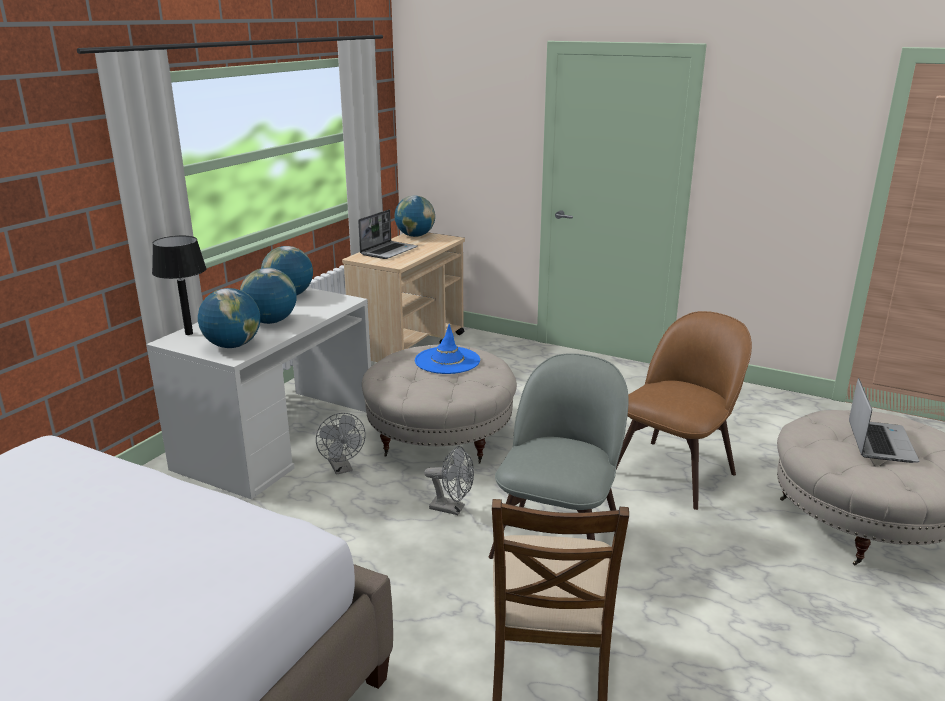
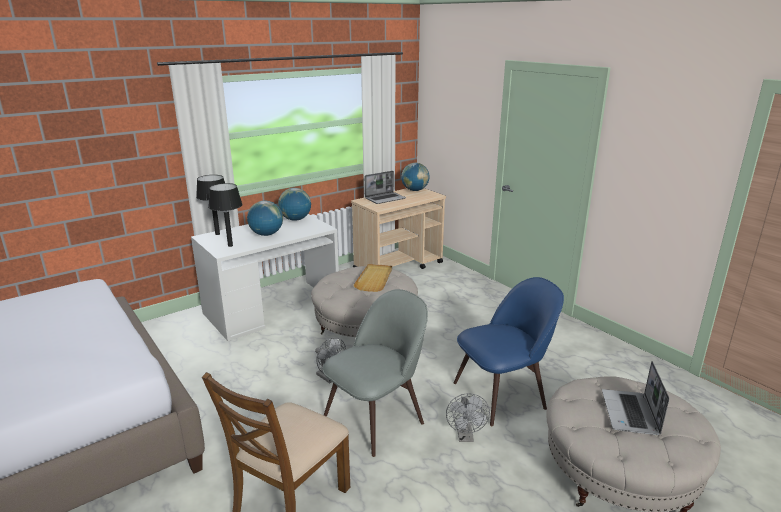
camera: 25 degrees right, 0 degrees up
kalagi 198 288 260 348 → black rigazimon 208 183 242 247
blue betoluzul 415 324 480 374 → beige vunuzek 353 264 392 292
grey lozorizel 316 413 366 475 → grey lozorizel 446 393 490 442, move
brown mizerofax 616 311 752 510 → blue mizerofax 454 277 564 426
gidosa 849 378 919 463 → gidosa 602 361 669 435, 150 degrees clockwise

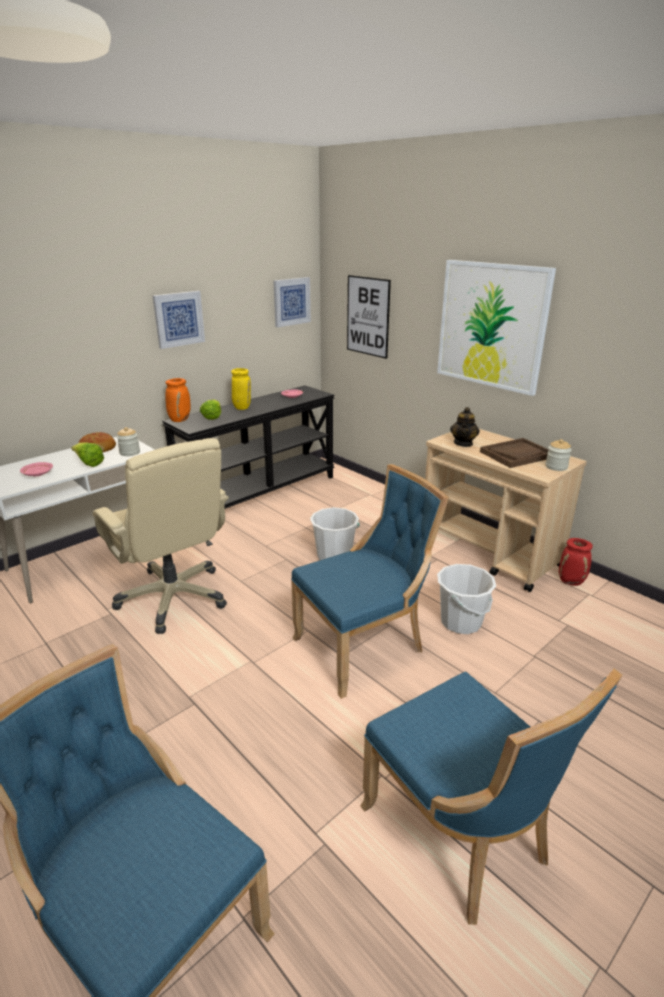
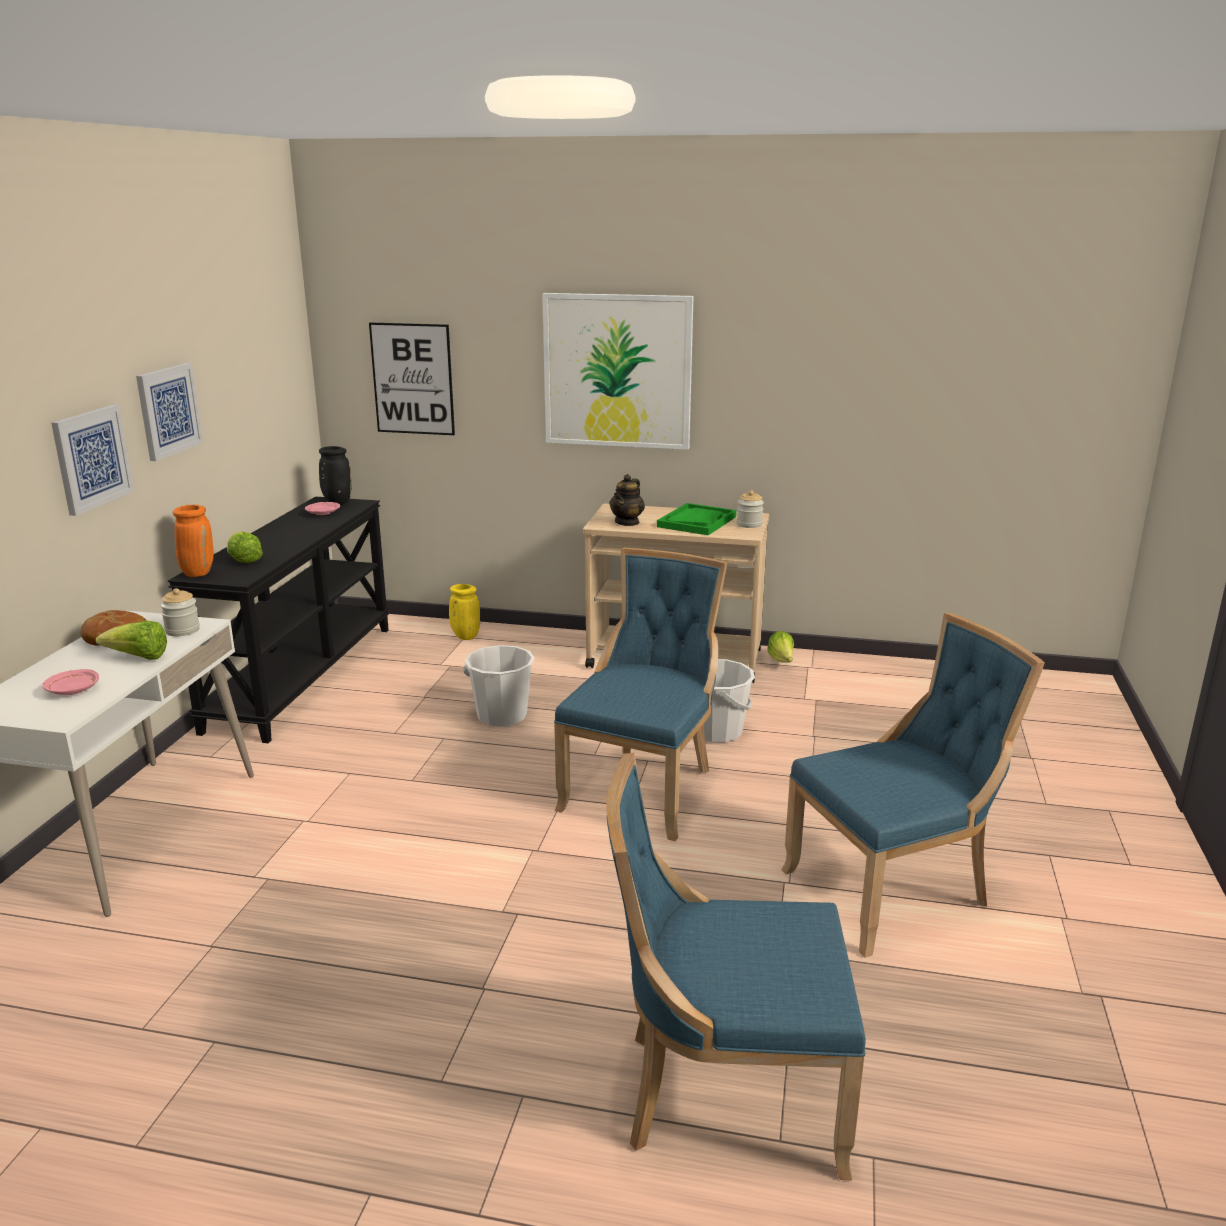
camera: 35 degrees left, 5 degrees down
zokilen 273 277 311 327 → zokilen 51 405 134 516, move
- → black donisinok 319 446 351 505
yellow donisinok 231 368 251 410 → yellow donisinok 449 584 480 640, move
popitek 450 407 480 447 → popitek 609 474 645 526, 45 degrees clockwise
brown vunuzek 480 438 549 468 → green vunuzek 657 503 737 535
red donisinok 559 538 593 586 → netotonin 767 631 794 663
blue mizerofax 360 668 623 925 → blue mizerofax 781 613 1045 958, 45 degrees counterclockwise
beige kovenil 93 438 229 634 → -

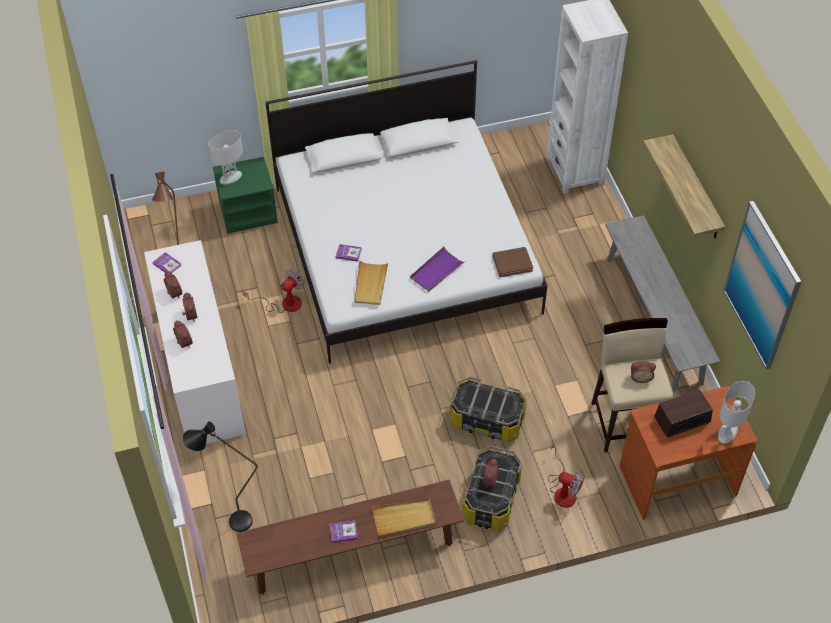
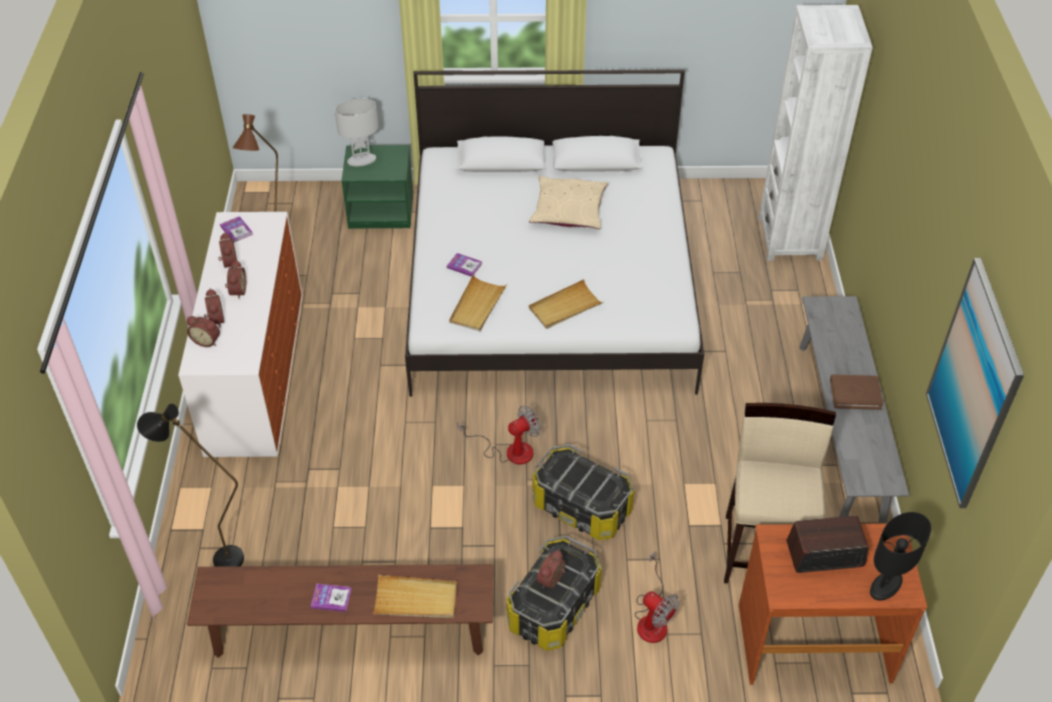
camera: 15 degrees right, 5 degrees down
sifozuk 631 361 656 383 → sifozuk 187 316 220 347, move
lozorizel 242 269 305 313 → lozorizel 457 406 541 465, move
- → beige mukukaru 529 176 608 229
purple vunuzek 410 247 464 292 → beige vunuzek 529 279 604 329
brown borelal 492 247 533 277 → brown borelal 830 374 883 410, move
white rigazimon 718 381 755 444 → black rigazimon 870 512 931 600
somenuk 643 134 725 238 → -

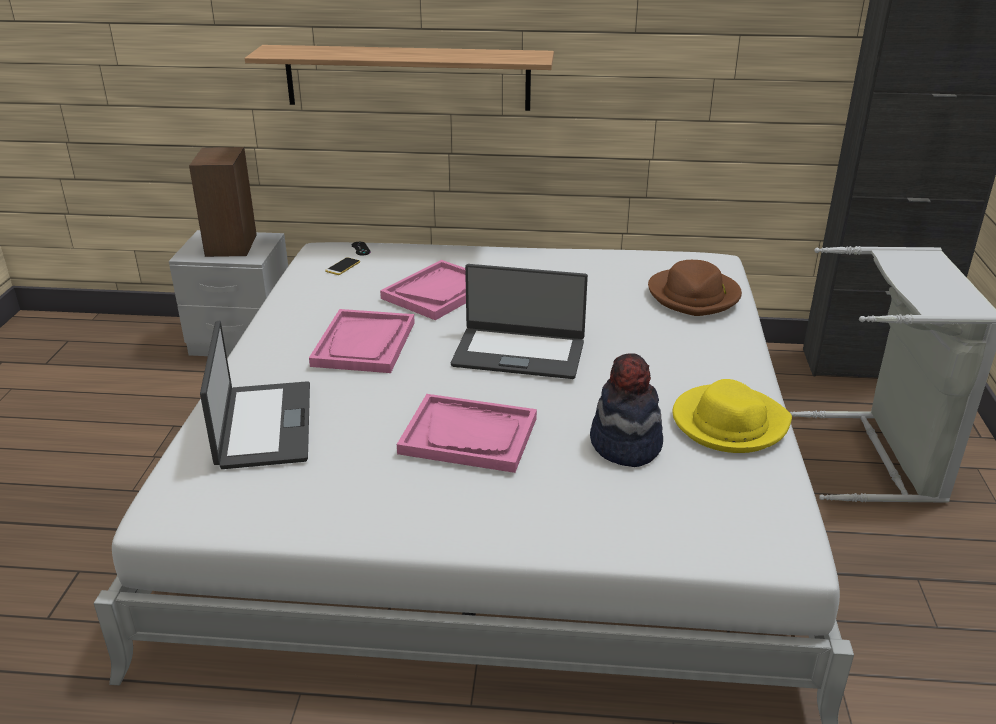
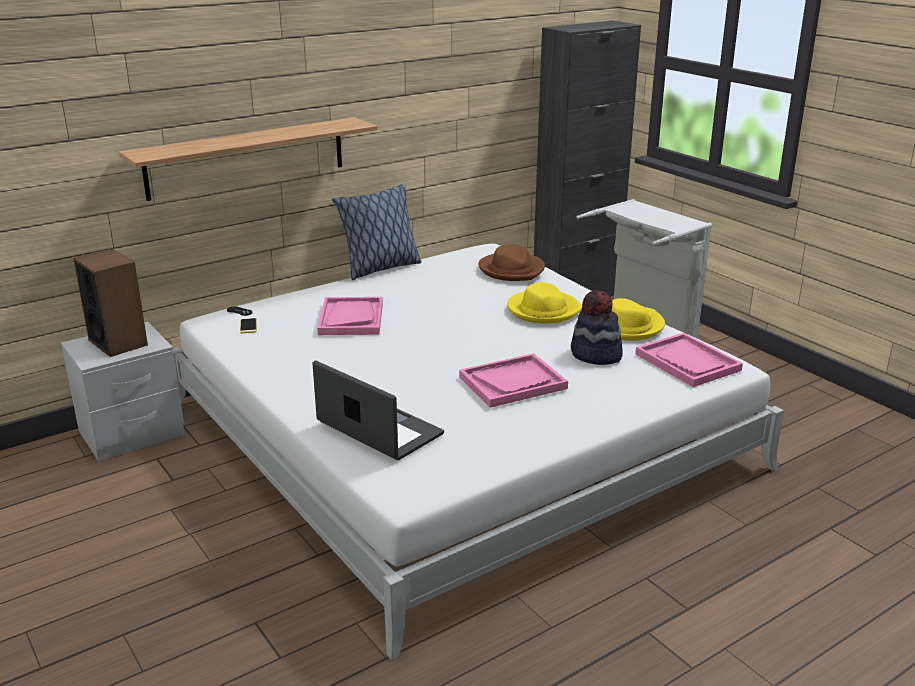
camera: 40 degrees left, 5 degrees down
- → mukukaru 332 184 422 280
- → yellow betoluzul 507 282 582 324
pink vunuzek 309 309 415 373 → pink vunuzek 635 333 743 387, move
gidosa 451 264 588 379 → -

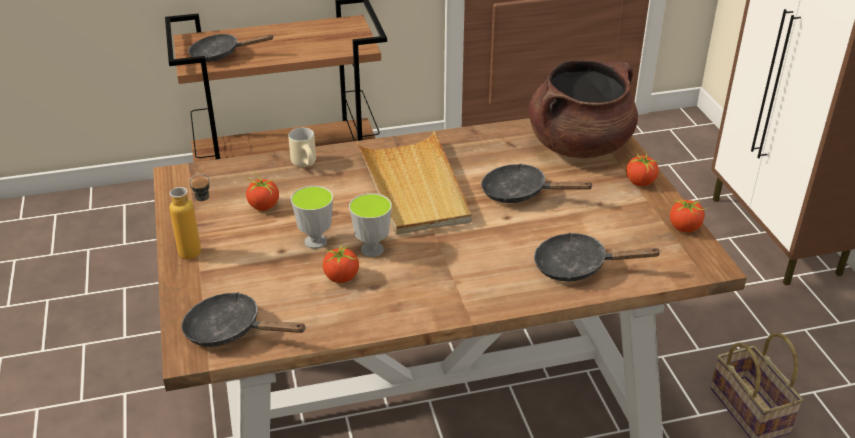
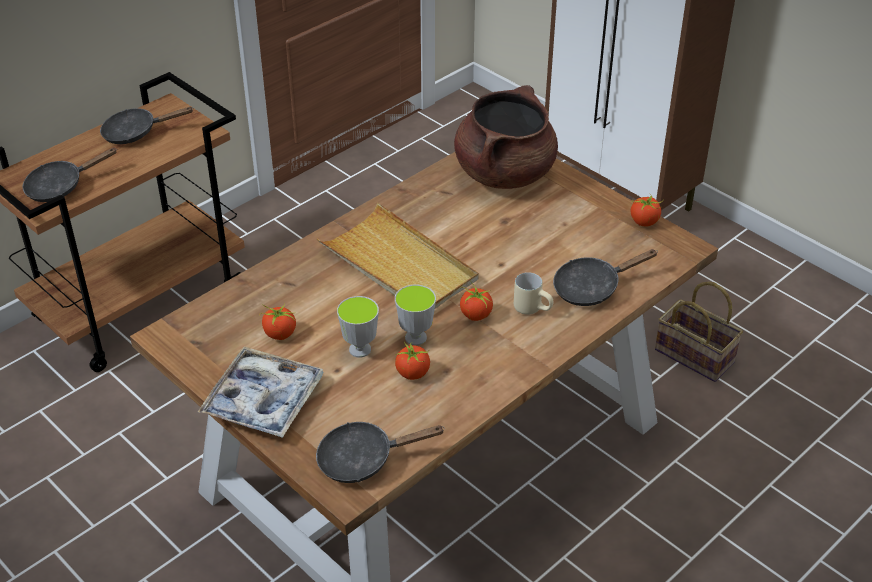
camera: 30 degrees left, 5 degrees up
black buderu 481 164 594 203 → black buderu 100 107 194 144, move
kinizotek 169 174 210 260 → vunuzek 198 347 324 438
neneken 626 150 659 186 → neneken 460 280 493 321, move
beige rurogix 288 128 316 167 → beige rurogix 514 272 553 315, move

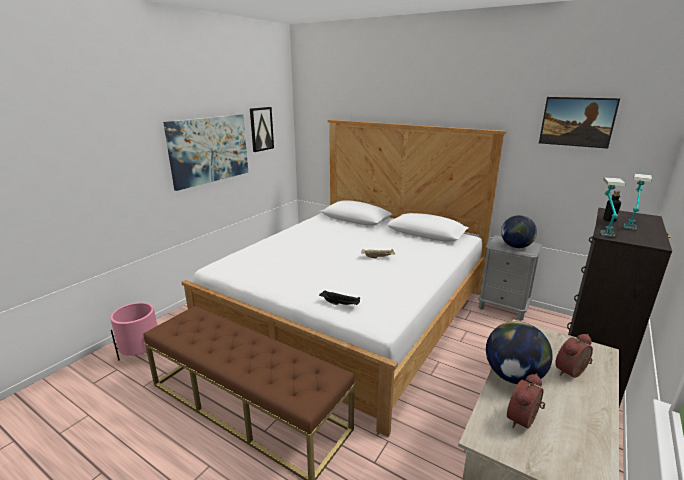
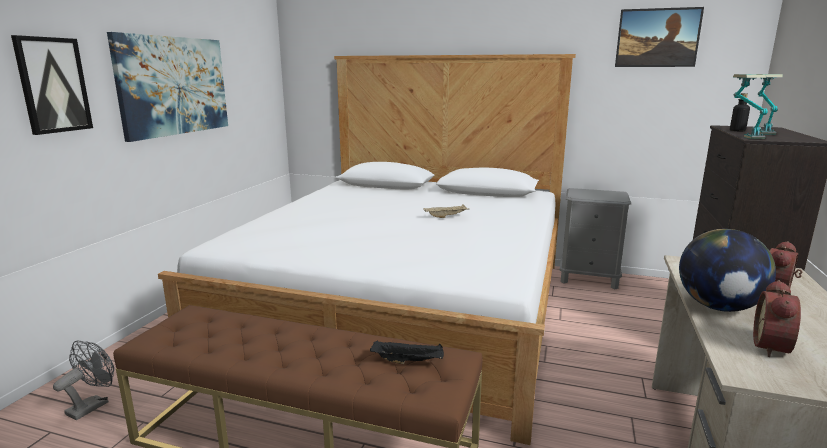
camera: 15 degrees left, 5 degrees down
zokilen 250 107 274 152 → zokilen 11 35 93 135, move
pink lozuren 110 302 157 360 → grey lozorizel 53 341 114 420
black vunuzek 319 290 360 305 → black vunuzek 370 340 444 364, move
kalagi 501 215 537 248 → -

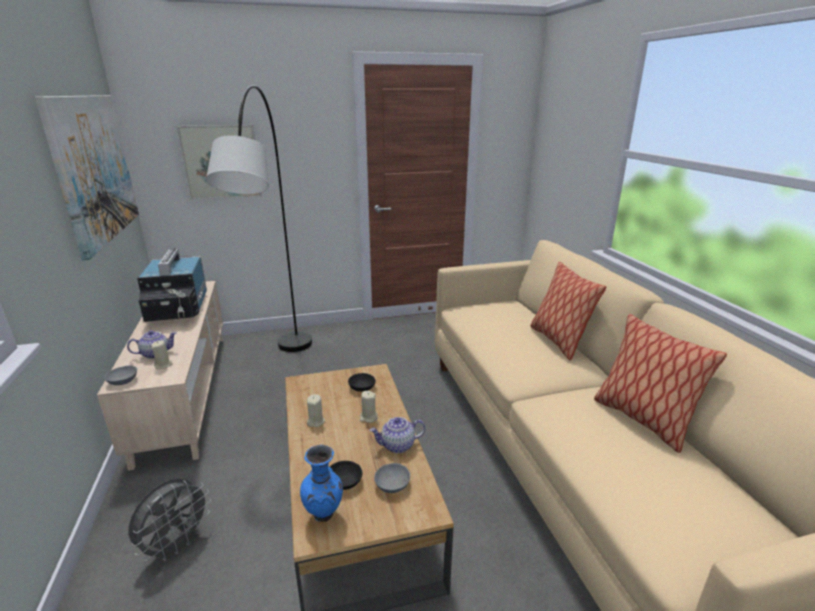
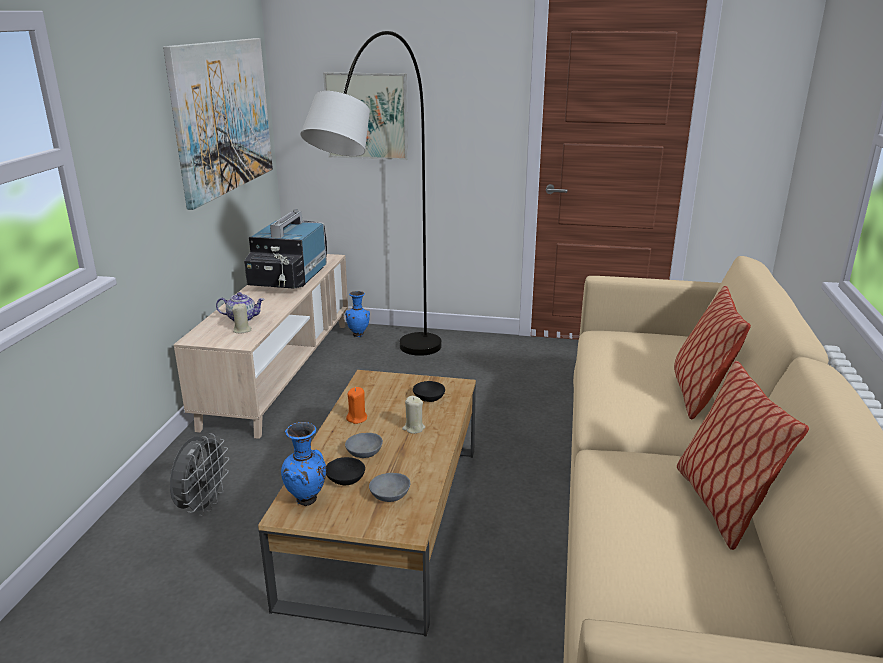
camera: 25 degrees right, 0 degrees up
grey lozorizel 128 478 211 562 → grey lozorizel 170 433 229 516, 45 degrees counterclockwise
- → blue donisinok 345 291 370 337
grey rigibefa 104 365 137 385 → grey rigibefa 345 433 383 458, move
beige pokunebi 307 394 325 427 → orange pokunebi 346 387 367 424
popitek 370 417 425 453 → -

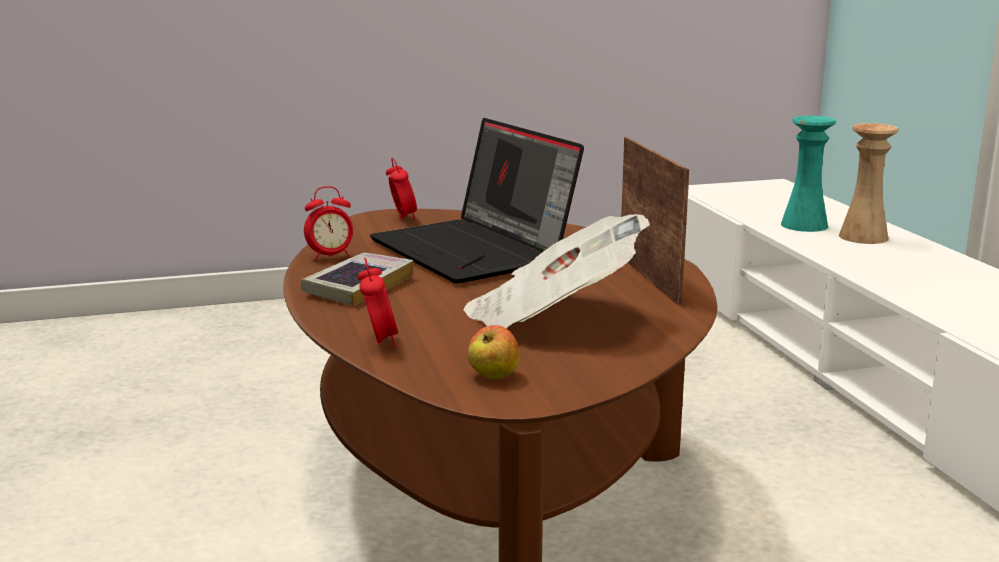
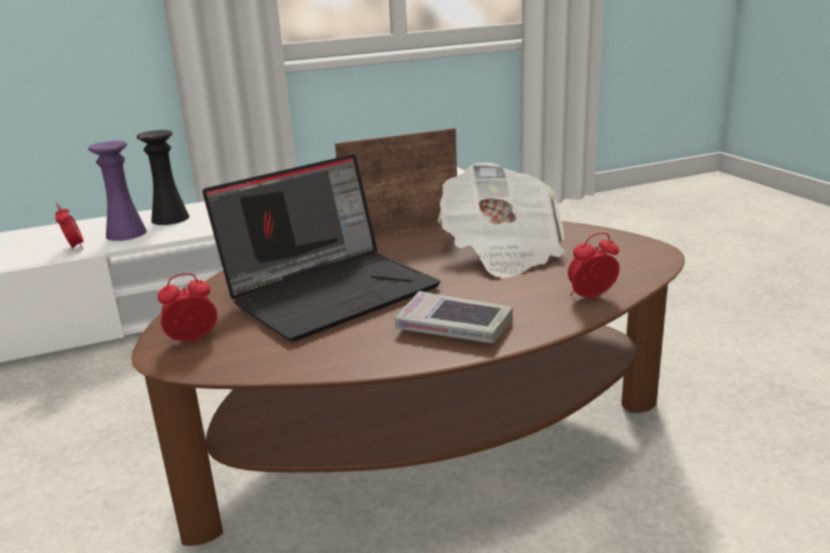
camera: 95 degrees left, 5 degrees up
sifozuk 304 186 353 260 → sifozuk 55 204 84 249, move
turquoise donisinok 781 116 836 232 → purple donisinok 88 141 147 241
beige donisinok 839 123 899 244 → black donisinok 137 130 189 225
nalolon 467 325 520 379 → -

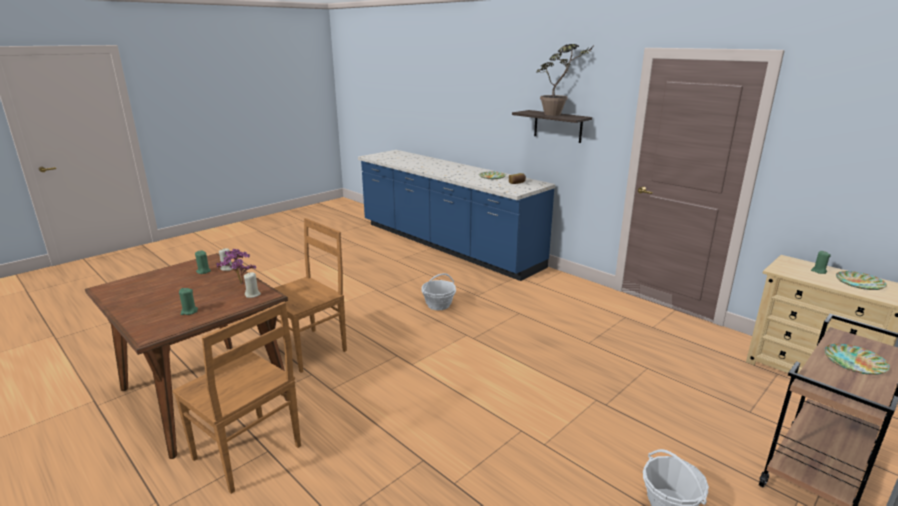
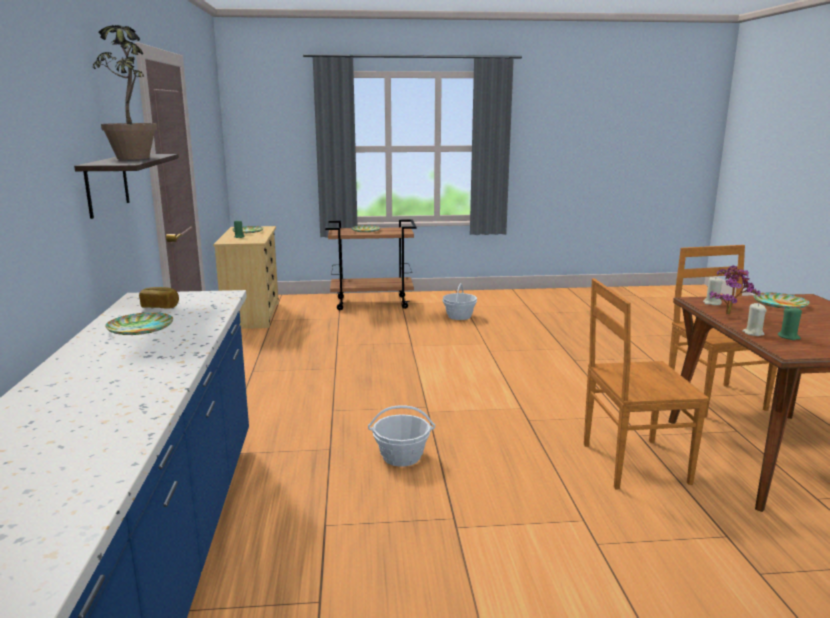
camera: 140 degrees left, 5 degrees down
green pokunebi 179 288 198 315 → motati 754 293 810 309

